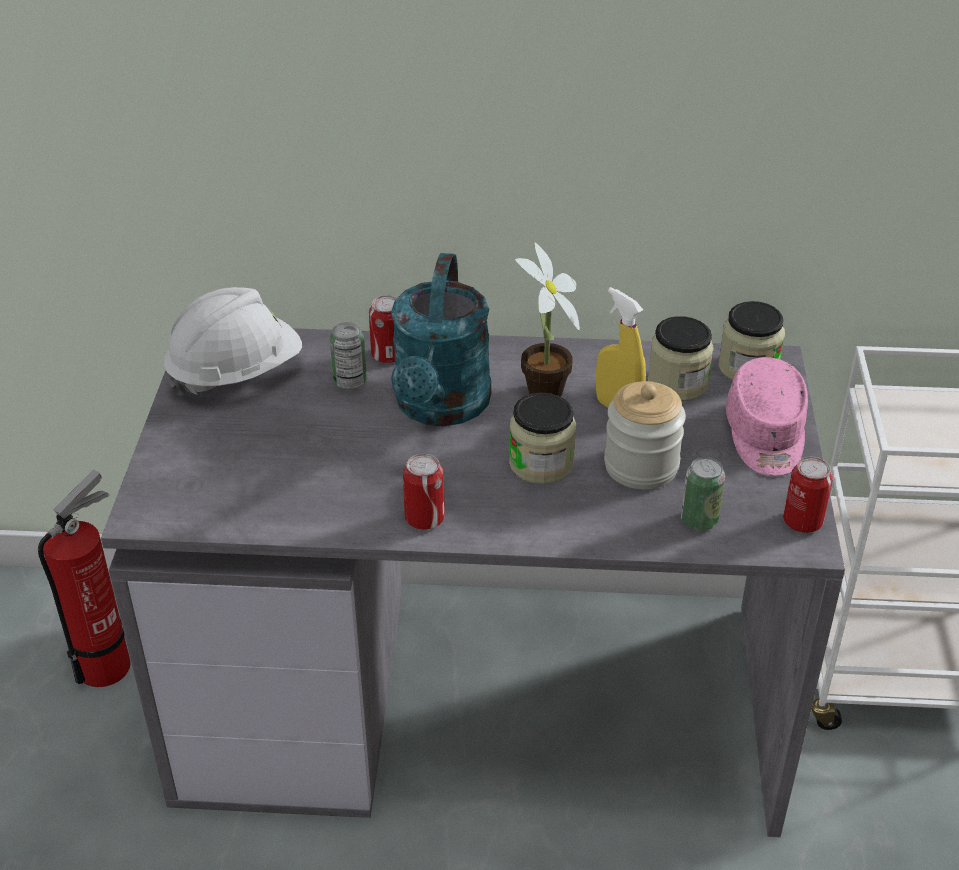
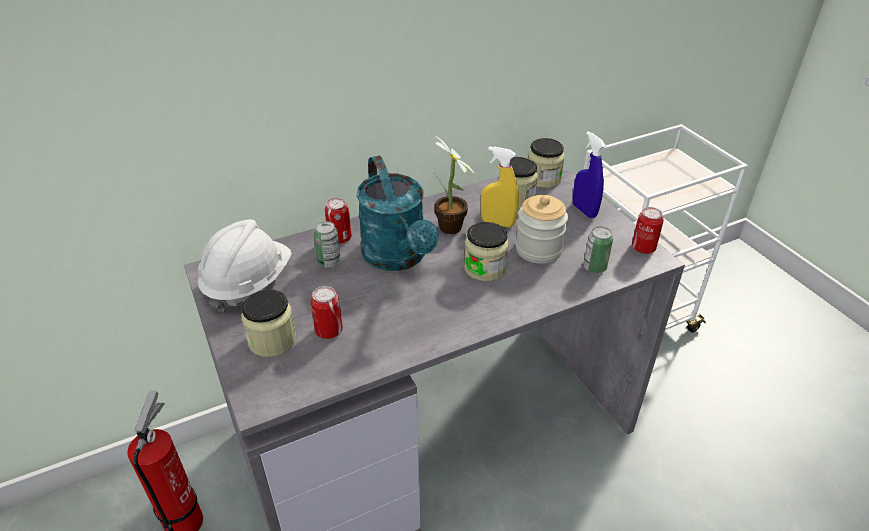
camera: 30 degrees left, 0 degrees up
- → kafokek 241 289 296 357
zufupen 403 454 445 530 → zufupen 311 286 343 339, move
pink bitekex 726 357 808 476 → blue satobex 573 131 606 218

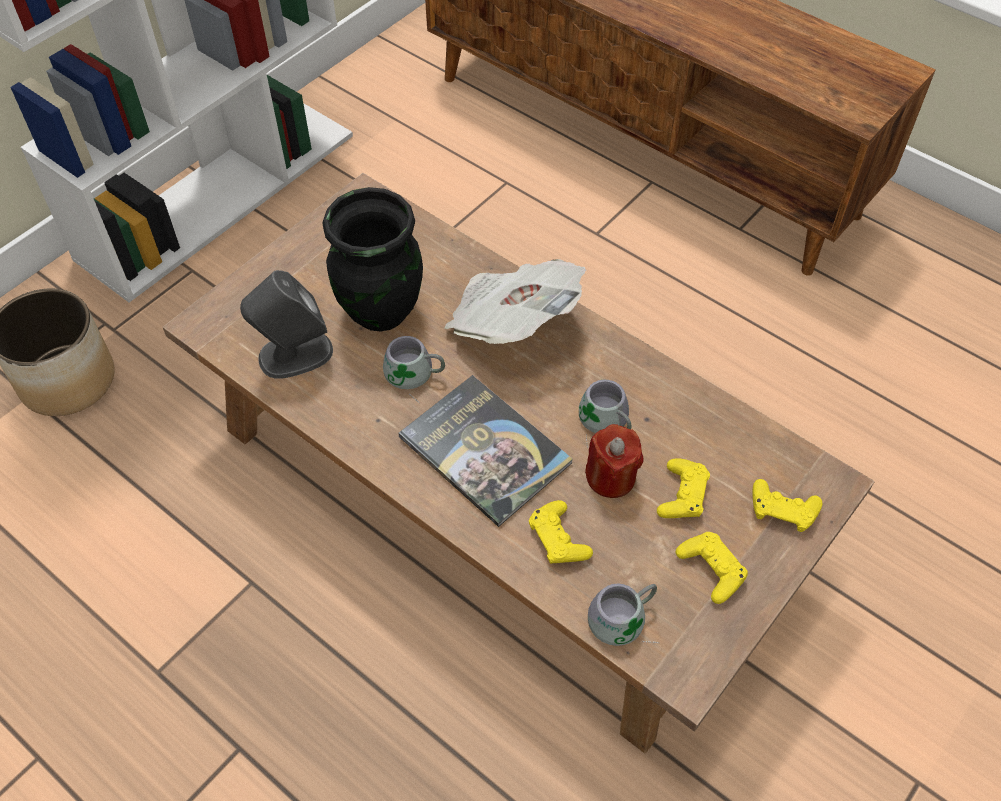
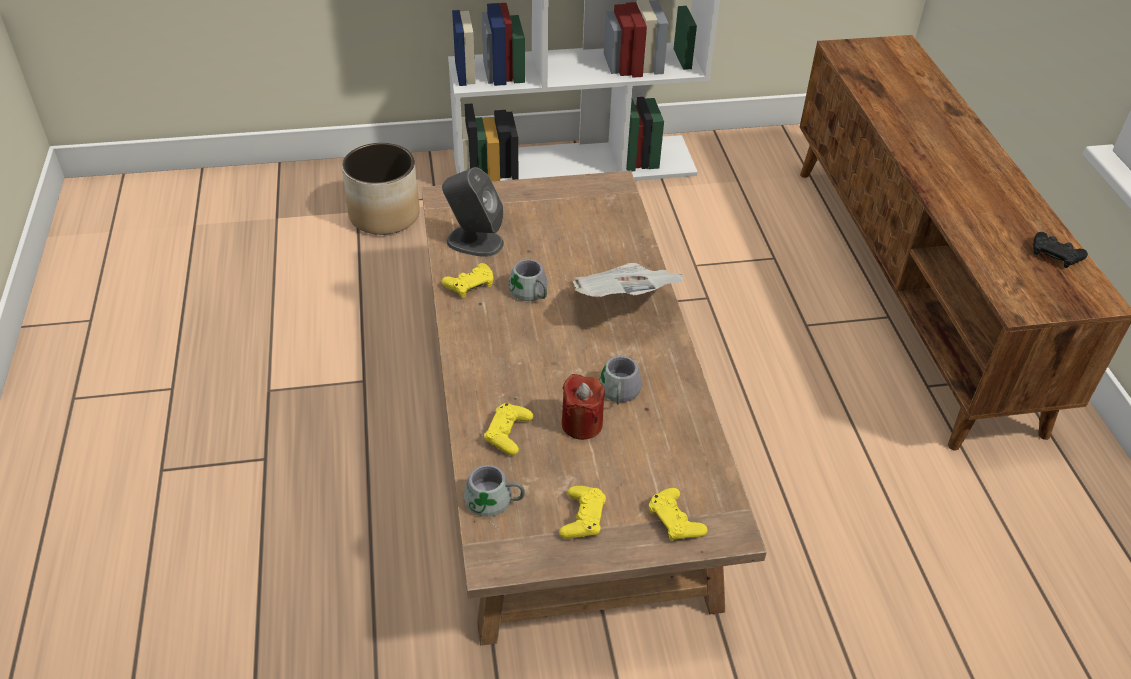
camera: 40 degrees right, 10 degrees down
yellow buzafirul 657 458 710 518 → yellow buzafirul 442 263 494 298, move
- → black buzafirul 1033 232 1088 268
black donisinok 322 187 423 332 → -
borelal 399 375 573 527 → -

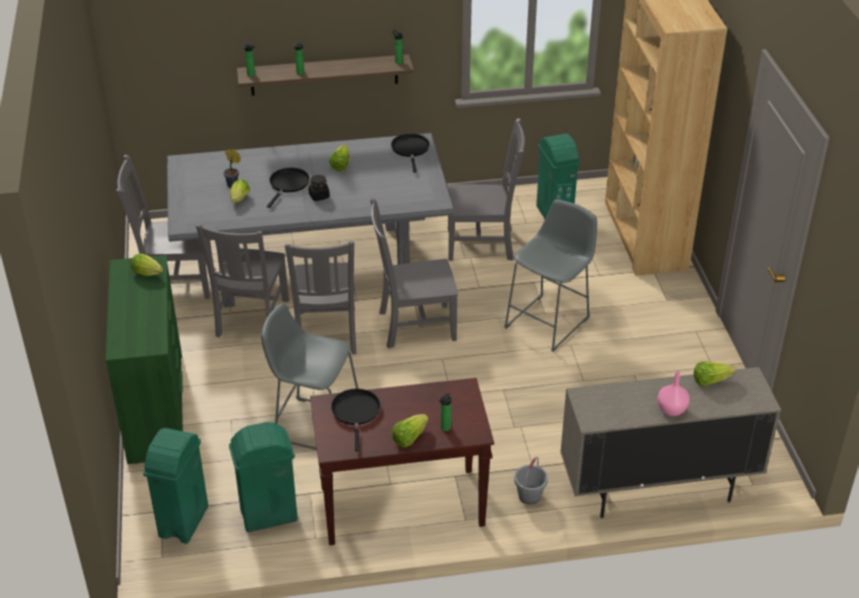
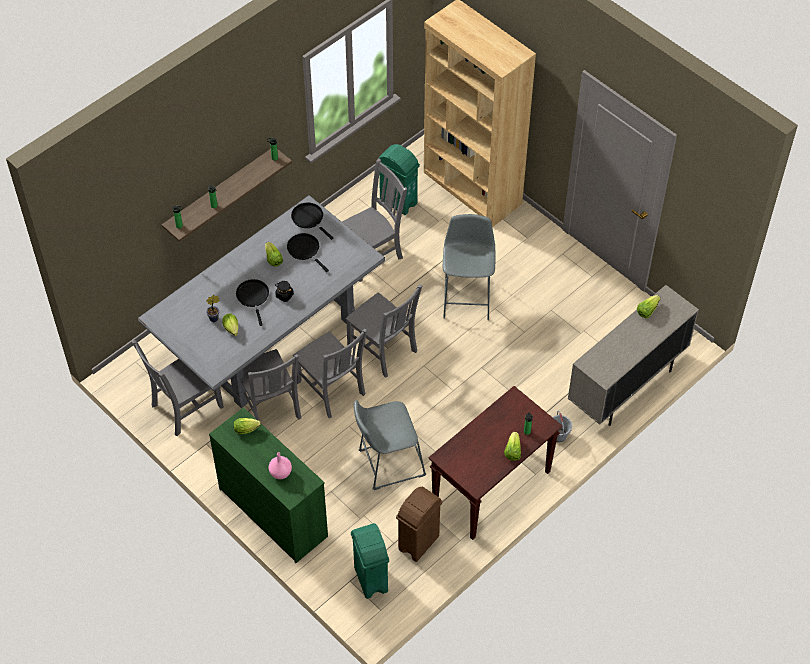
camera: 35 degrees left, 15 degrees up
pink donisinok 657 371 690 416 → pink donisinok 269 452 292 479, move
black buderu 331 389 380 452 → black buderu 287 233 329 272, move
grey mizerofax 370 198 458 349 → grey mizerofax 346 285 423 378, 90 degrees counterclockwise
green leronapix 229 422 298 532 → brown leronapix 396 487 443 562

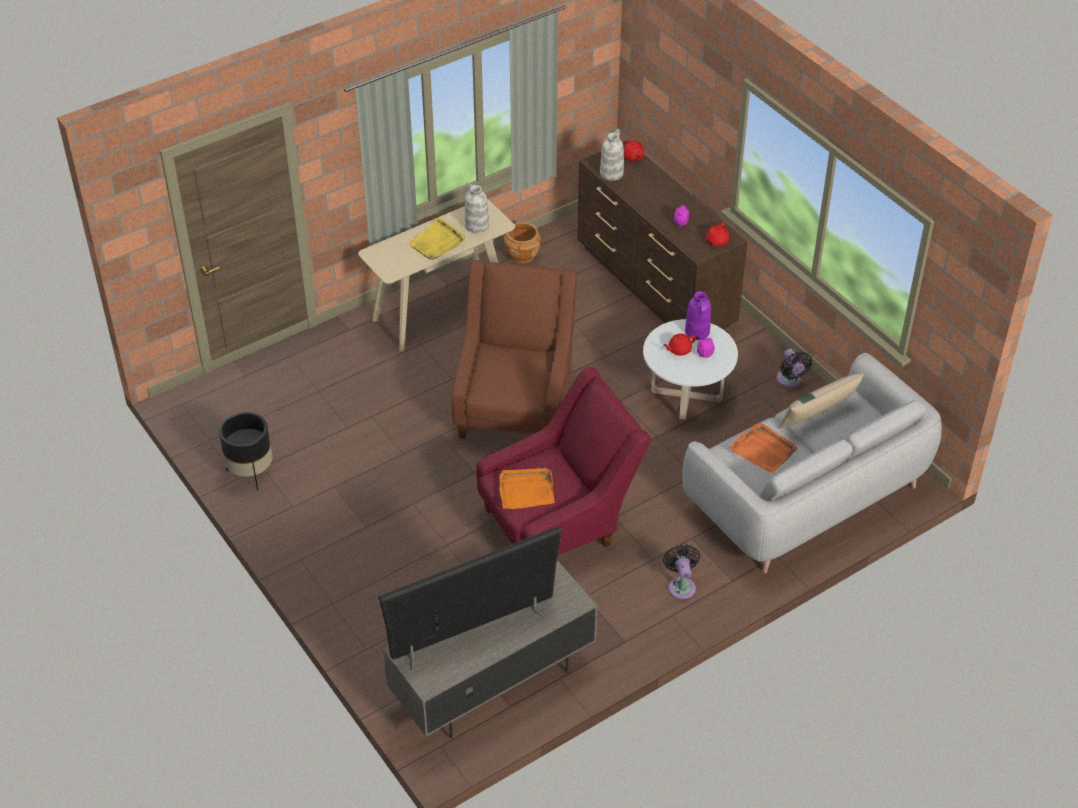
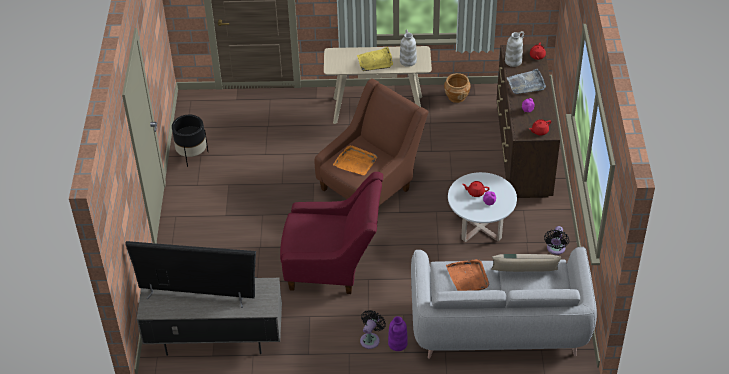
camera: 35 degrees right, 0 degrees up
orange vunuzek 499 468 555 509 → orange vunuzek 333 145 377 175, move
purple donisinok 685 291 711 340 → purple donisinok 388 316 408 351, move
- → grey vunuzek 507 68 546 94

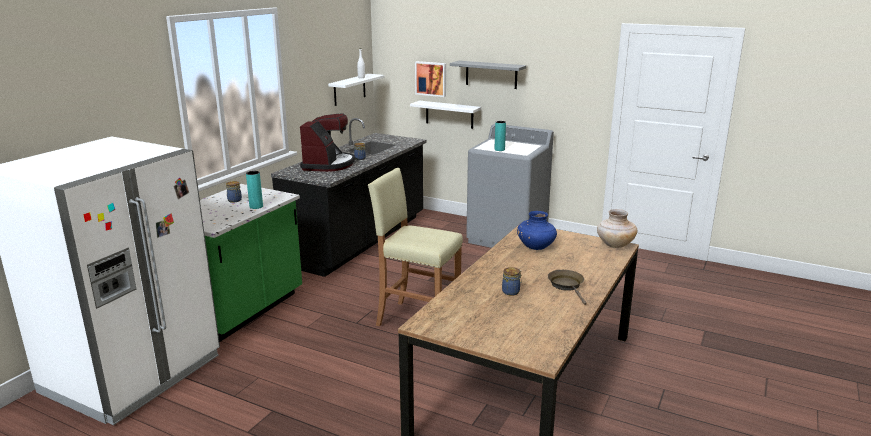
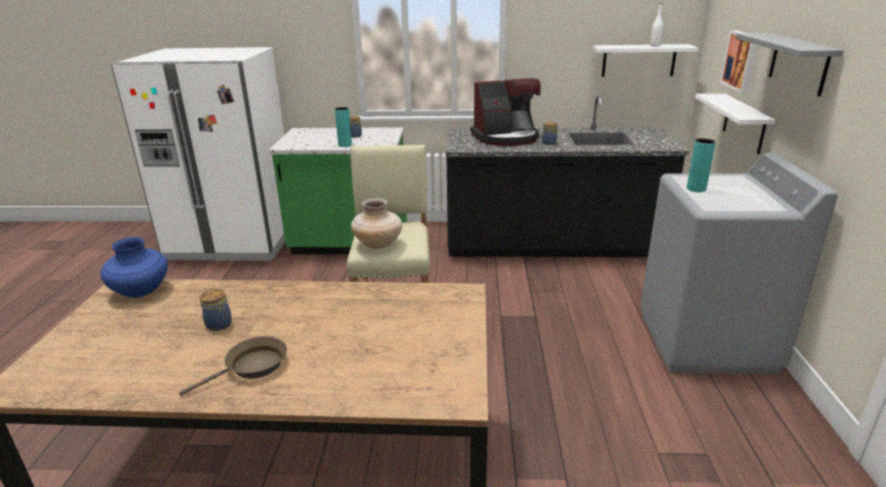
camera: 65 degrees right, 5 degrees up
blue donisinok 517 211 557 250 → blue donisinok 100 237 168 297, move
beige donisinok 597 209 637 248 → beige donisinok 351 198 402 249, move

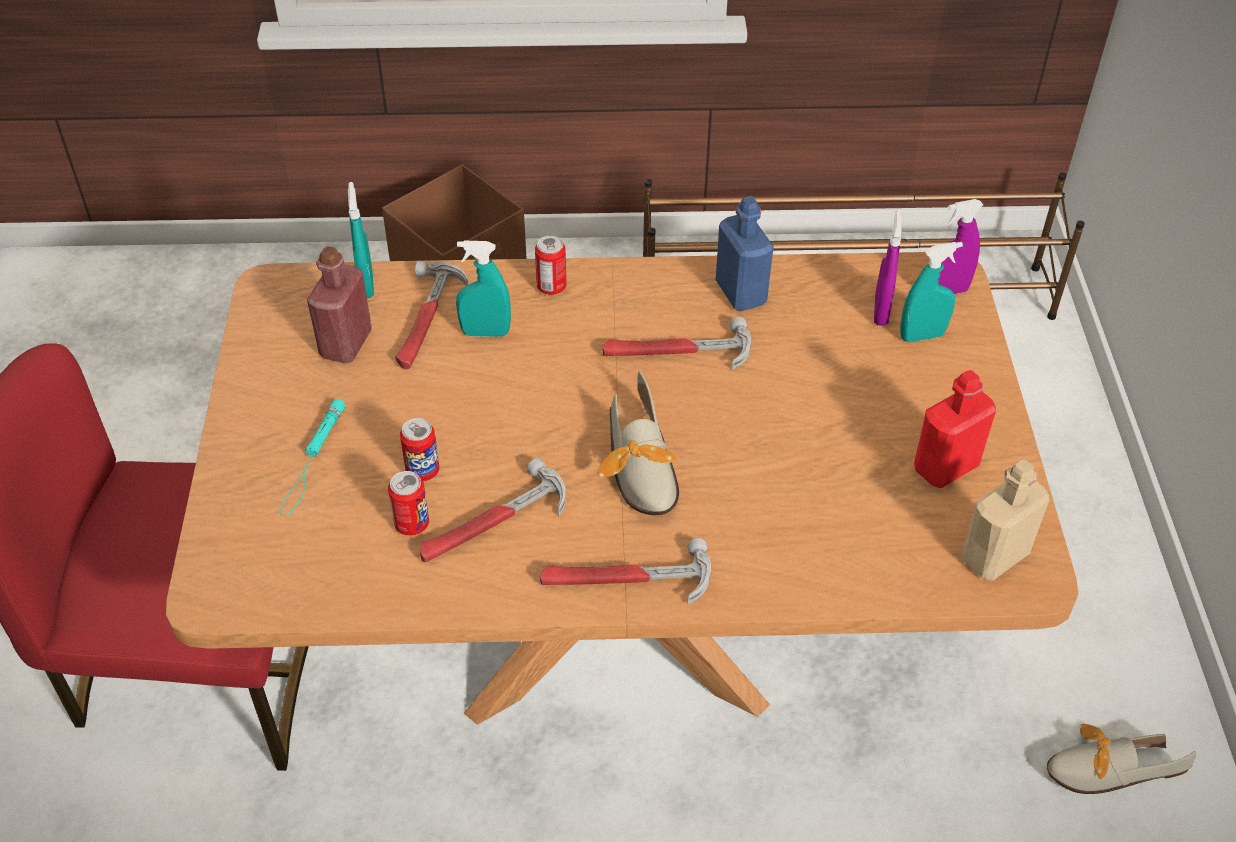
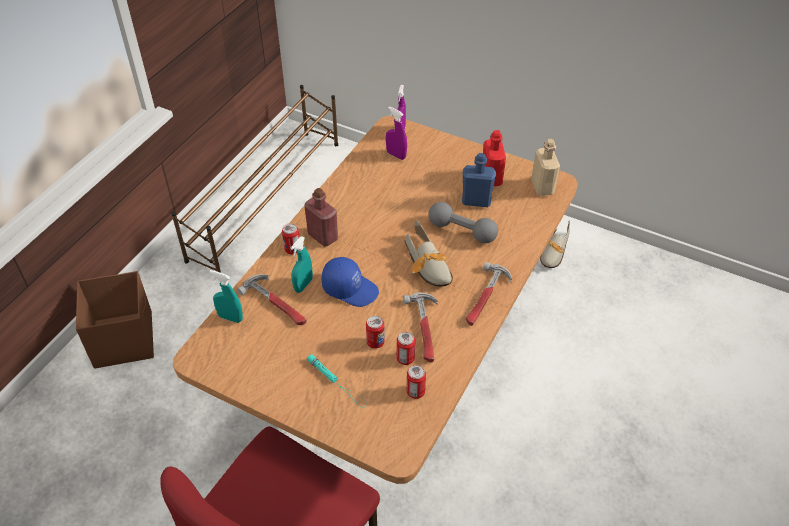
camera: 60 degrees left, 0 degrees up
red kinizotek 307 246 372 363 → red kinizotek 304 188 338 247, move
- → blue bitekex 322 257 379 307
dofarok 597 371 679 515 → dofarok 404 220 453 286, 45 degrees clockwise
- → zufupen 407 365 426 399
- → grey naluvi 428 202 498 243
blue kinizotek 716 196 774 311 → blue kinizotek 462 153 496 207, move
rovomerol 603 317 751 369 → -
turquoise satobex 900 242 963 342 → -

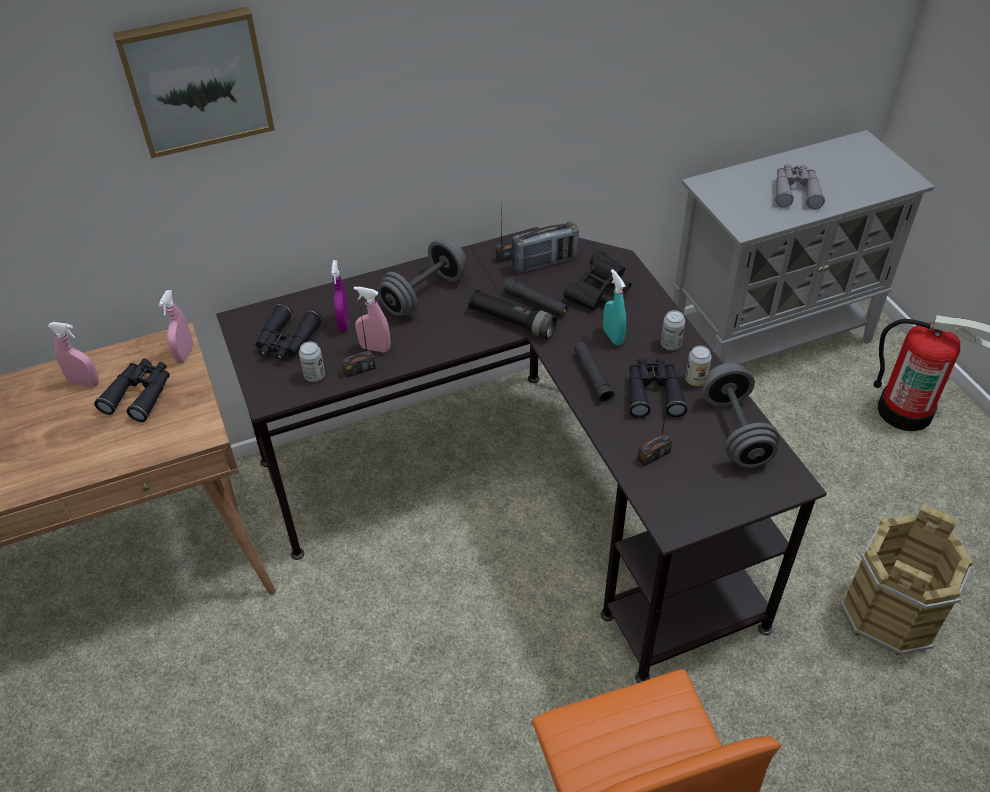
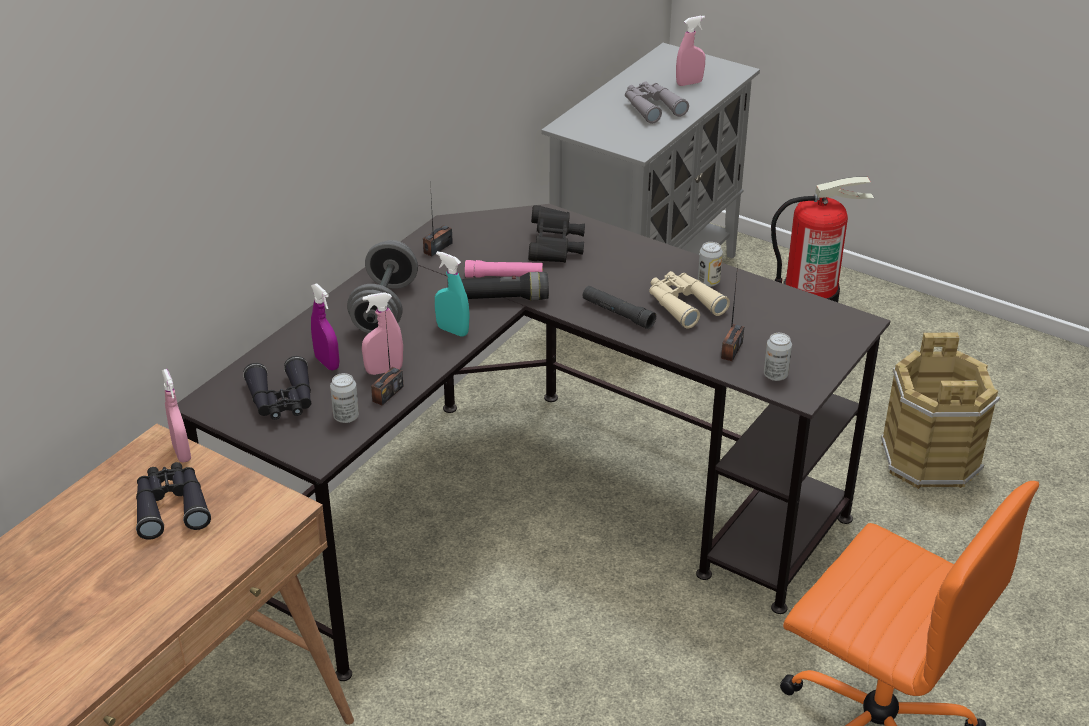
camera: 35 degrees left, 10 degrees down
turquoise satobex 603 269 626 346 → turquoise satobex 435 251 470 337, move
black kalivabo 503 278 568 317 → pink kalivabo 465 260 543 278
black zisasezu 629 358 687 418 → beige zisasezu 649 271 730 329
pink satobex 48 322 99 387 → pink satobex 676 16 705 86, move
zufupen 661 310 685 350 → zufupen 764 333 792 381, move
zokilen 113 6 275 159 → -
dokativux 511 222 579 273 → -
grey naluvi 702 363 780 468 → -

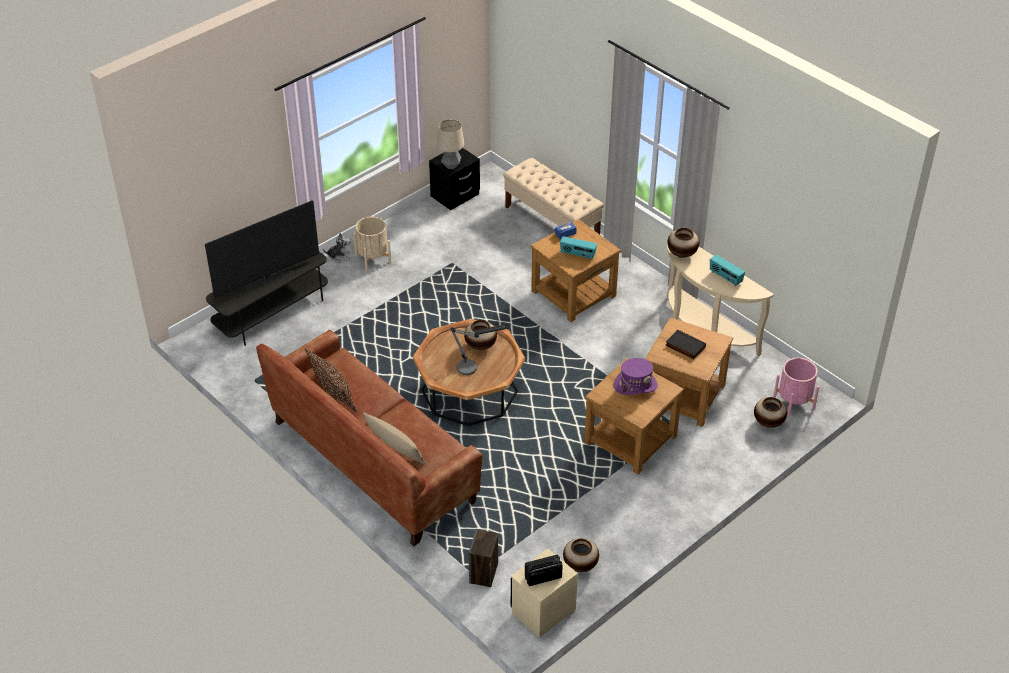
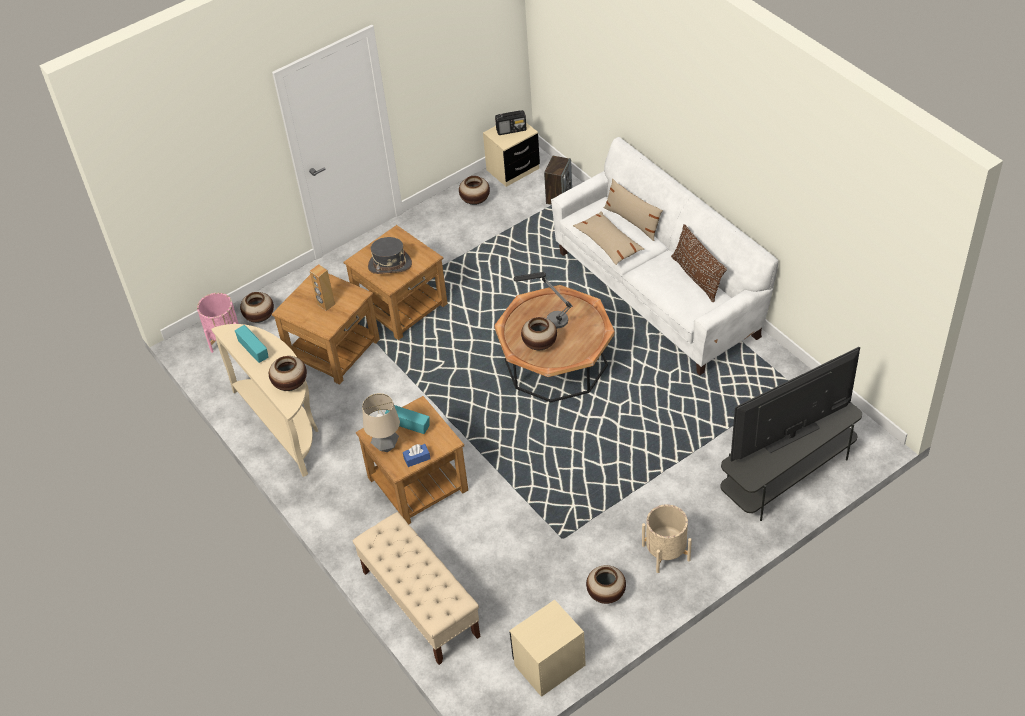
camera: 170 degrees left, 5 degrees up
black borelal 666 330 706 359 → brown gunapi 310 264 335 311
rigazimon 437 119 464 169 → rigazimon 362 393 400 452, move
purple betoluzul 614 358 658 395 → grey betoluzul 368 237 412 274
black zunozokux 429 148 480 210 → beige zunozokux 509 600 586 697
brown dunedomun 256 330 483 546 → white dunedomun 551 137 778 375
- → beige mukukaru 573 211 644 265
- → donisinok 586 565 626 604
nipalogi 323 233 351 263 → -

